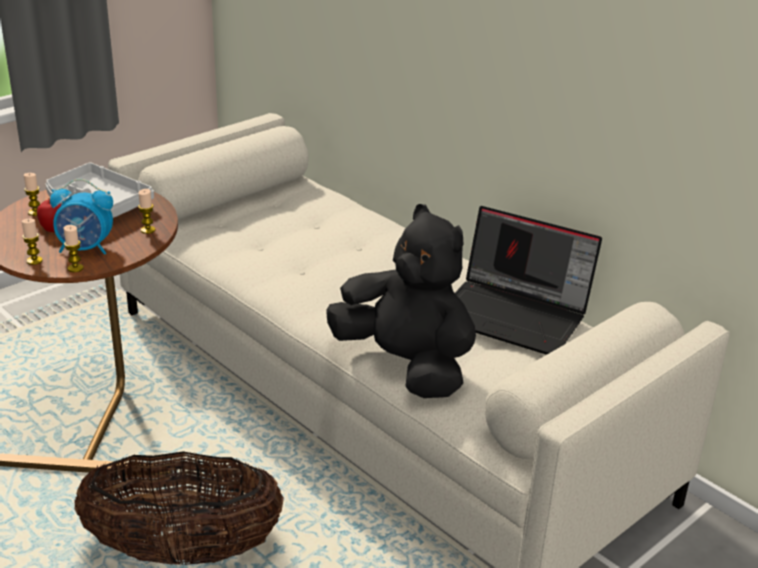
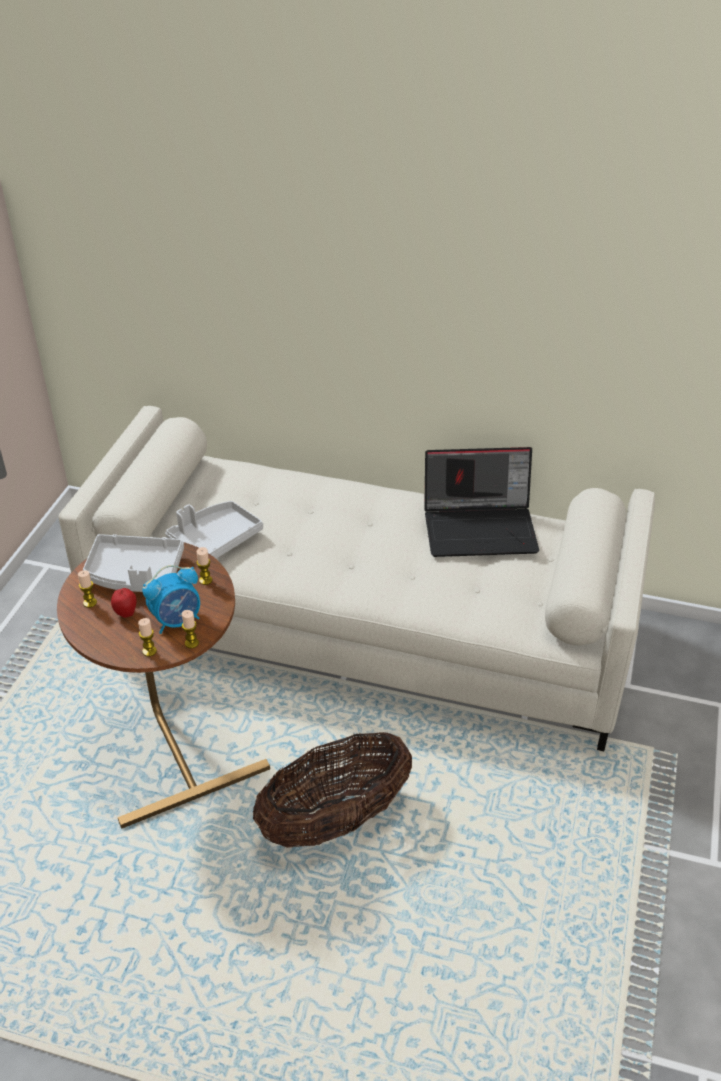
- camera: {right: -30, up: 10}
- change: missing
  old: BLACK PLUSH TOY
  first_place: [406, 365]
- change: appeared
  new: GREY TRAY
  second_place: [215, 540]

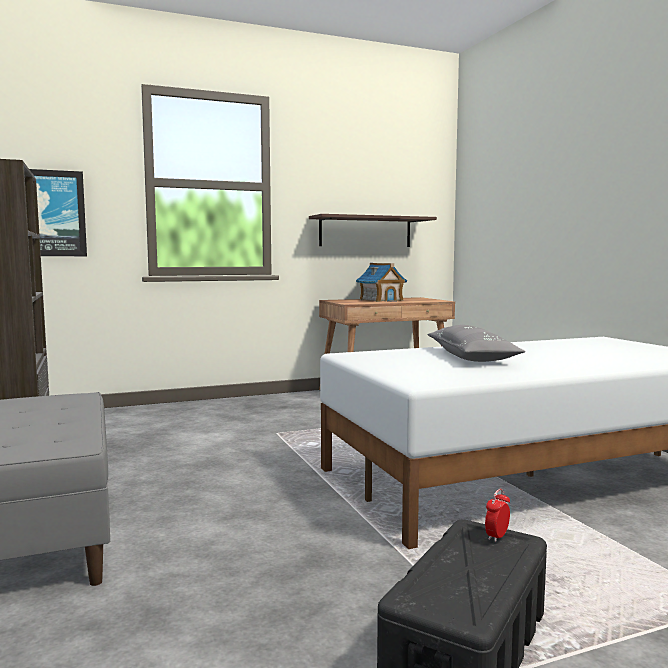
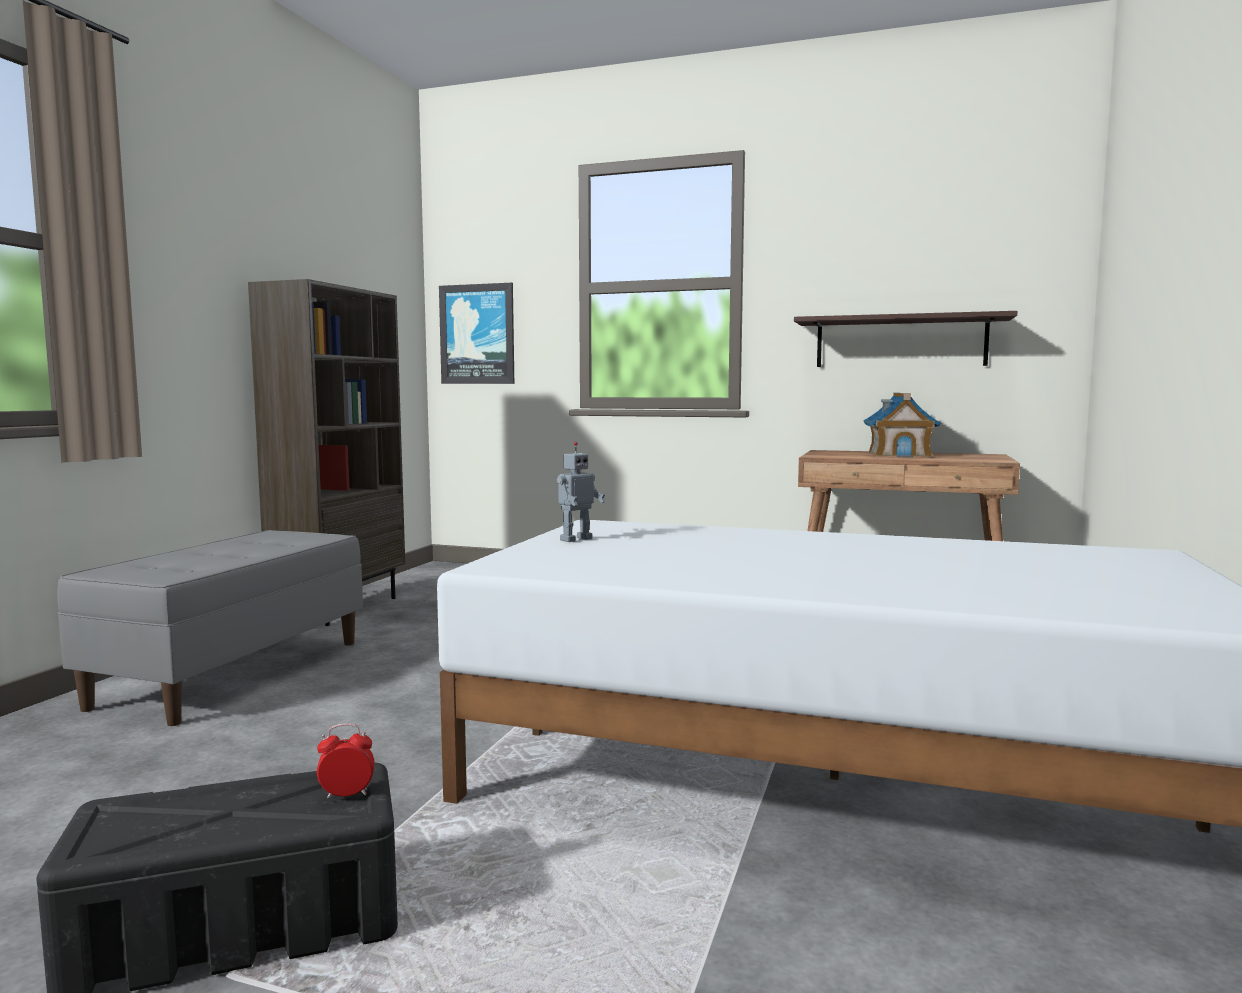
- camera: {right: 40, up: 0}
- change: missing
  old: GREY PILLOW
  first_place: [471, 357]
- change: appeared
  new: TOY ROBOT
  second_place: [575, 539]

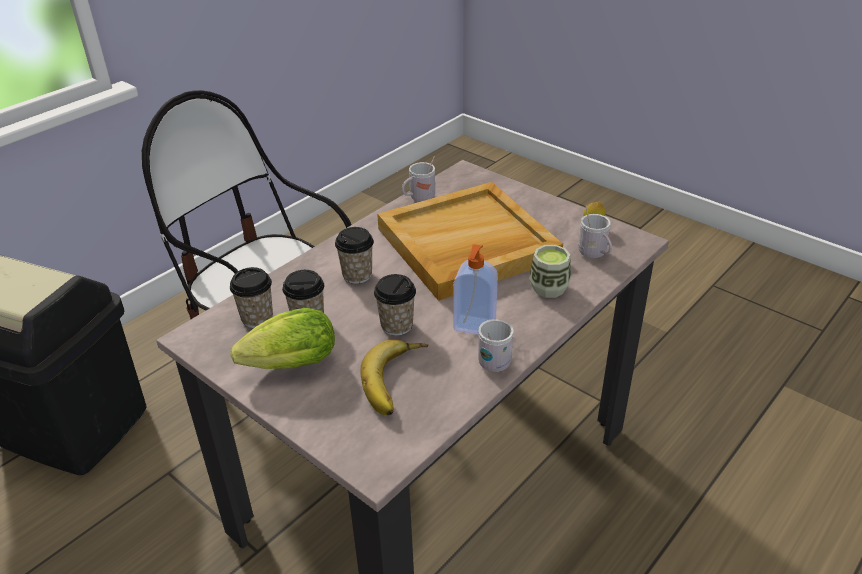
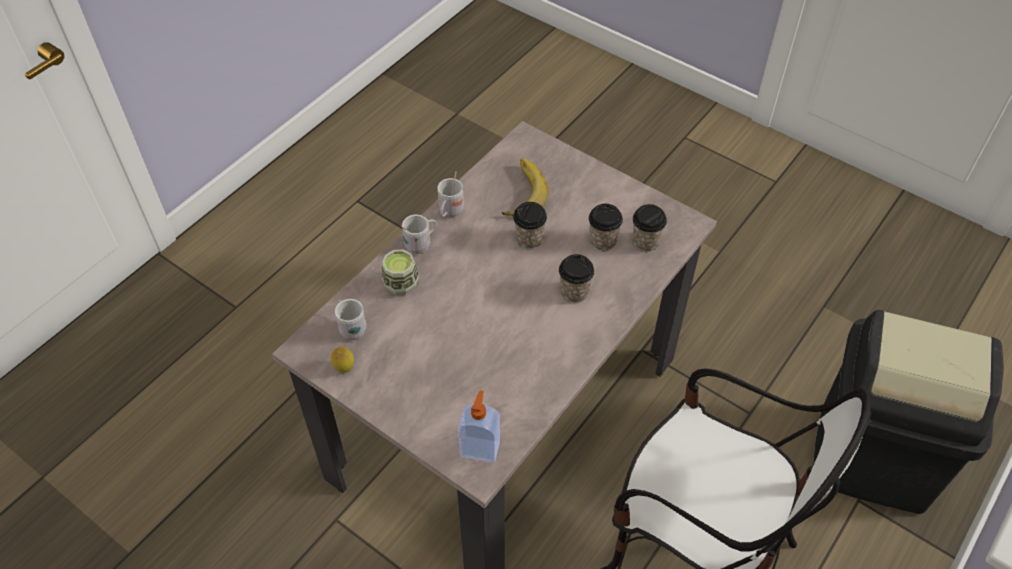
- camera: {right: 175, up: 15}
- change: missing
  old: LETTUCE
  first_place: [286, 366]
- change: missing
  old: BEIGE TRAY
  first_place: [466, 245]
- change: relocated
  old: WHITE MUG
  first_place: [419, 199]
  second_place: [421, 244]
- change: relocated
  old: SOAP DISPENSER
  first_place: [474, 326]
  second_place: [480, 448]

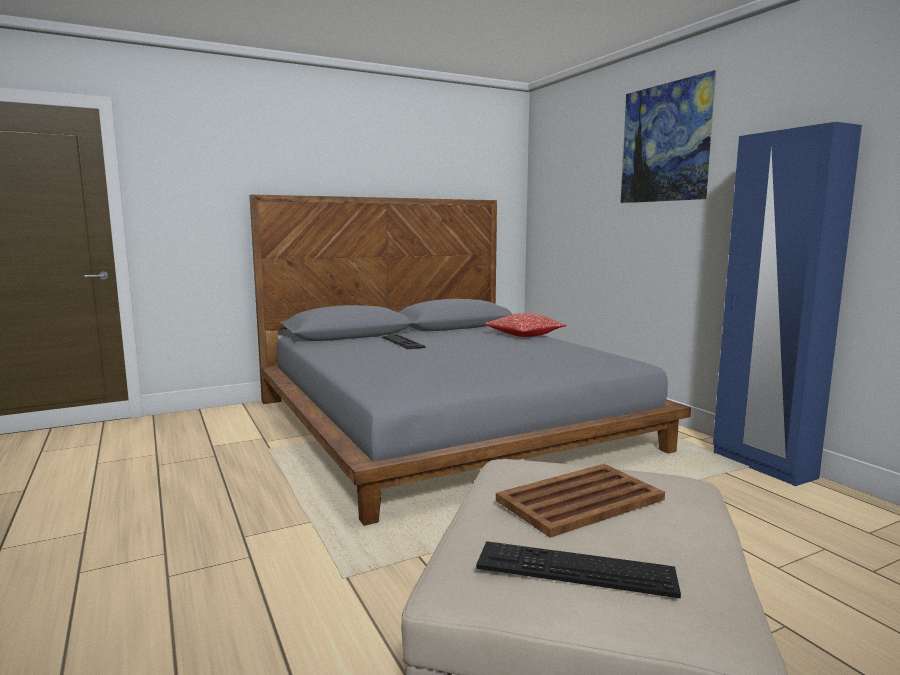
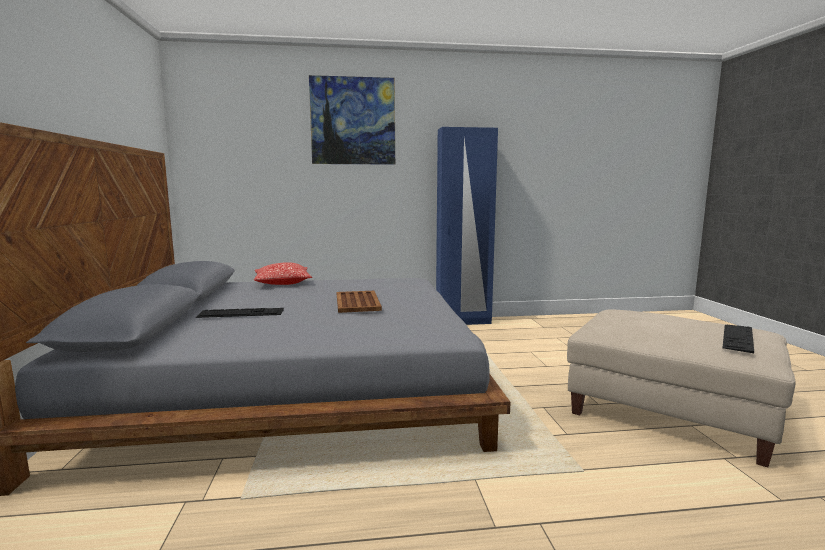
- camera: {right: -70, up: 0}
- change: relocated
  old: BROWN TRAY
  first_place: [578, 500]
  second_place: [357, 302]

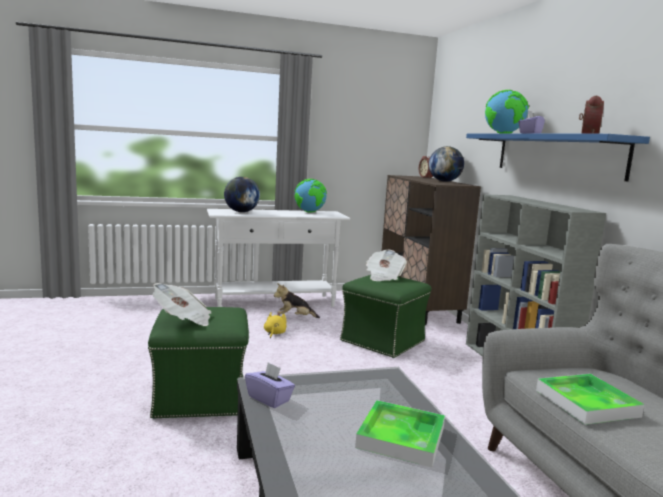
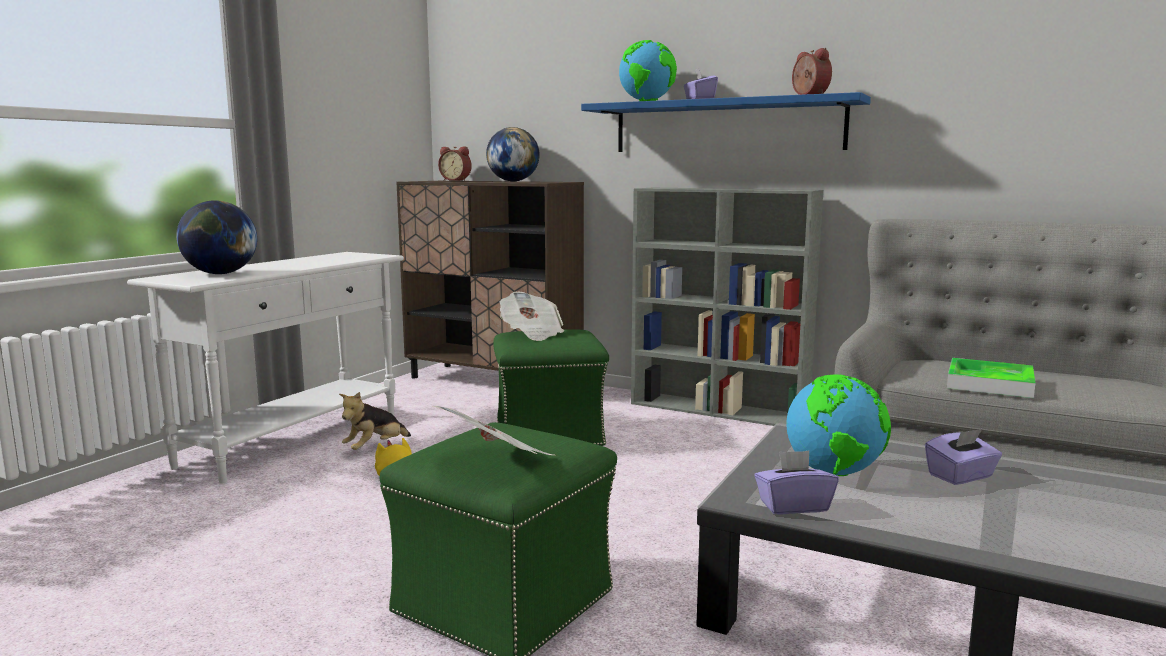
- camera: {right: -45, up: 0}
- change: relocated
  old: GLOBE
  first_place: [310, 212]
  second_place: [834, 473]
- change: exchanged
  old: TRAY
  new: PURPLE TISSUE BOX
  first_place: [401, 437]
  second_place: [961, 476]

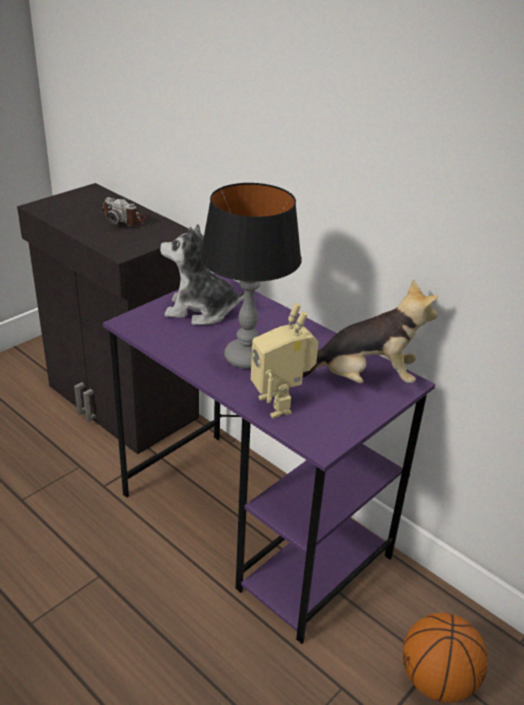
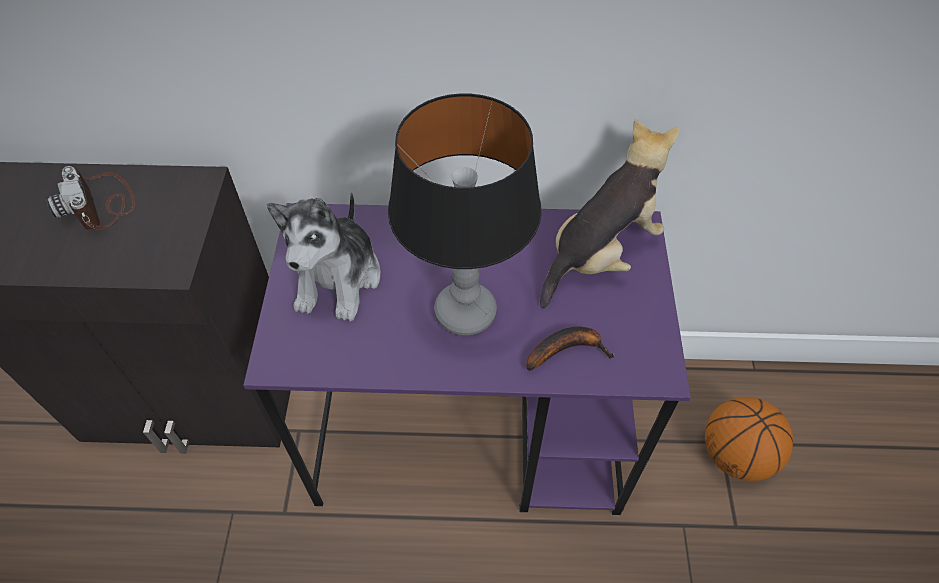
- camera: {right: -40, up: 20}
- change: spun
  old: PHOTO CAMERA
  first_place: [125, 219]
  second_place: [101, 204]
  degrees: 75
- change: spun
  old: PLUSH TOY
  first_place: [201, 311]
  second_place: [338, 279]
  degrees: -45
- change: exchanged
  old: TOY ROBOT
  new: BANANA
  first_place: [281, 403]
  second_place: [567, 349]

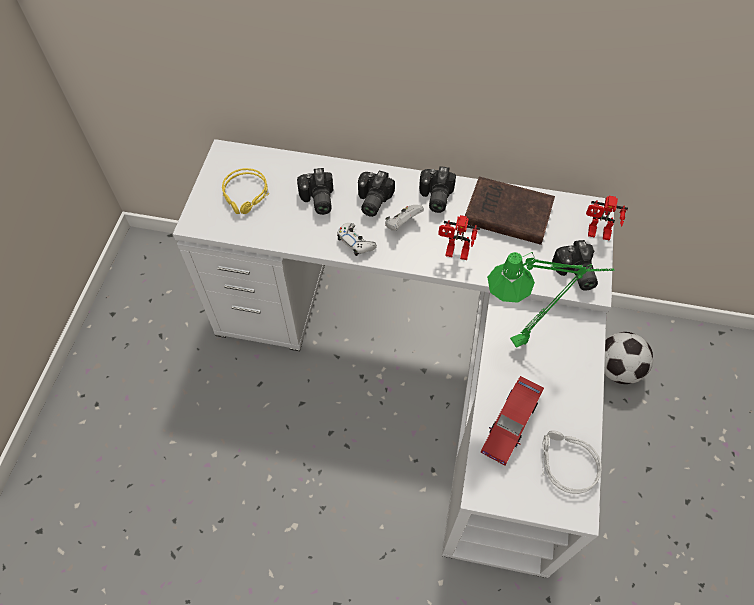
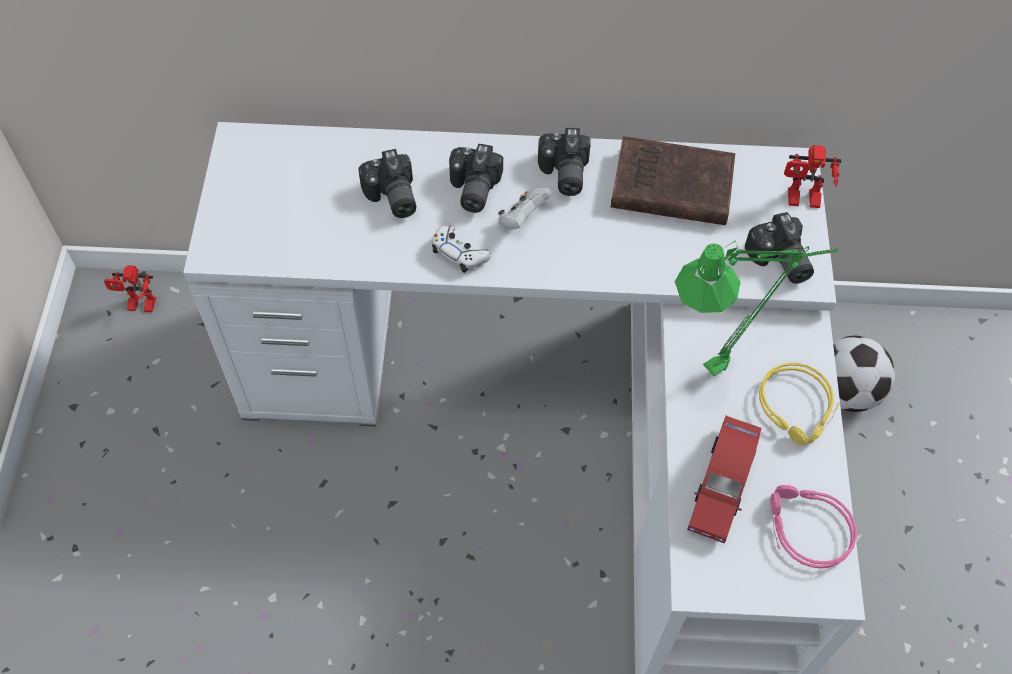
- camera: {right: -10, up: 0}
- change: relocated
  old: YELLOW HEADPHONES
  first_place: [246, 195]
  second_place: [798, 408]
- change: relocated
  old: TOY ROBOT
  first_place: [455, 254]
  second_place: [139, 307]
- change: colour
  old: GREY HEADPHONES
  new: PINK HEADPHONES
  first_place: [565, 464]
  second_place: [805, 529]

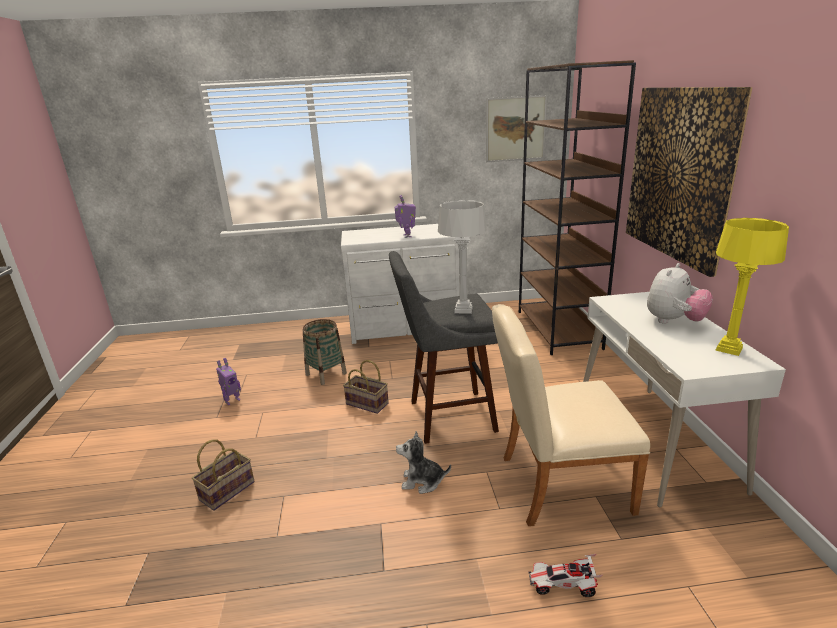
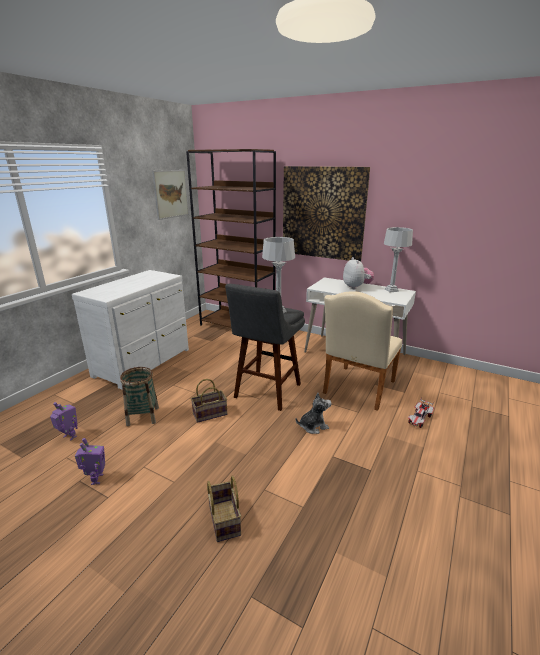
- camera: {right: -55, up: 0}
- change: relocated
  old: TOY ROBOT
  first_place: [406, 236]
  second_place: [69, 437]
- change: spun
  old: PLUSH TOY
  first_place: [422, 481]
  second_place: [313, 426]
  degrees: -150
- change: colour
  old: YELLOW TABLE LAMP
  new: GREY TABLE LAMP
  first_place: [729, 349]
  second_place: [391, 290]

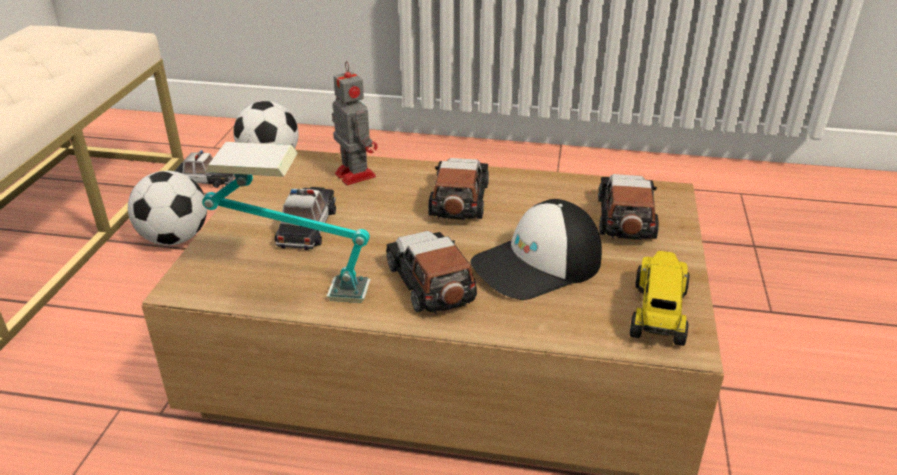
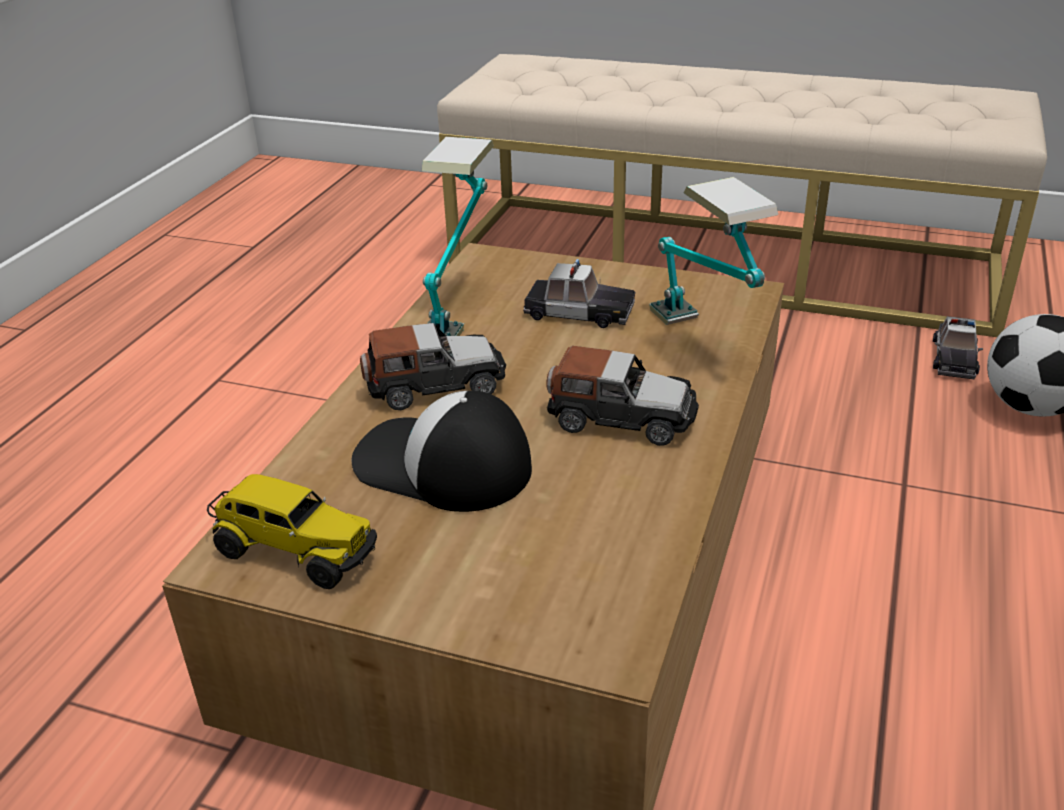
- camera: {right: 100, up: 0}
- change: missing
  old: FOOTBALL
  first_place: [175, 239]
- change: exchanged
  old: TOY ROBOT
  new: TABLE LAMP
  first_place: [354, 174]
  second_place: [703, 340]
- change: spun
  old: CAP
  first_place: [537, 265]
  second_place: [442, 465]
  degrees: -45
- change: missing
  old: TOY CAR
  first_place: [625, 218]

